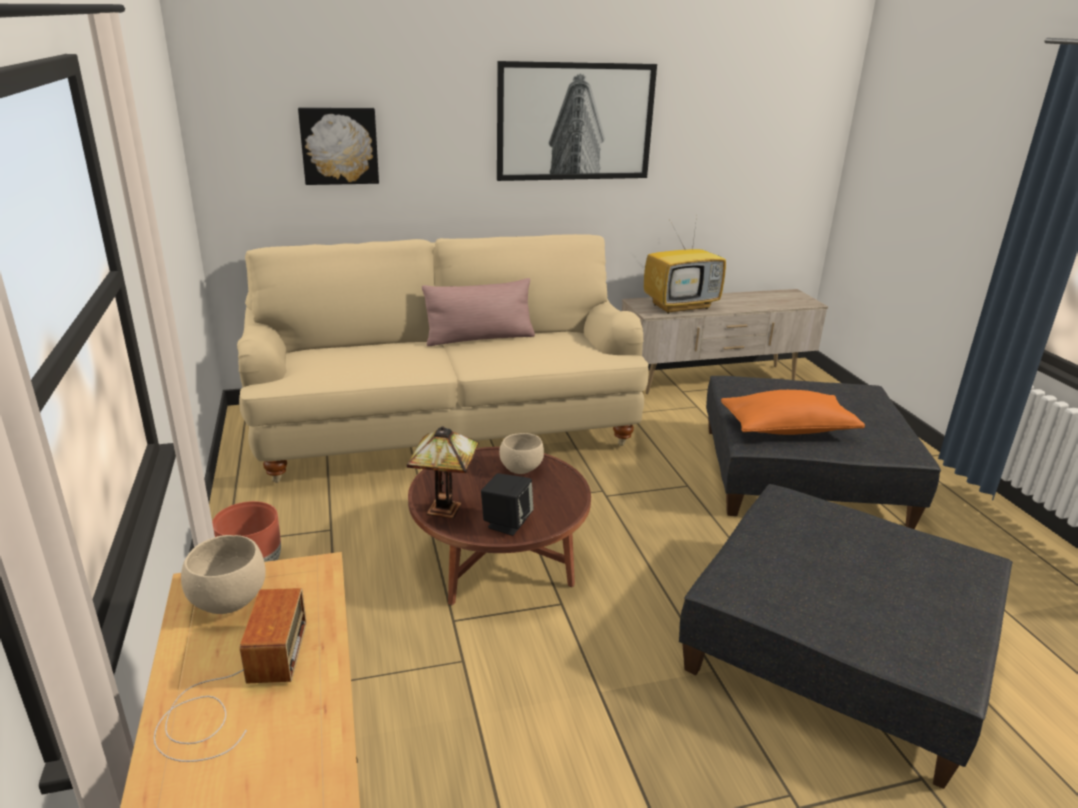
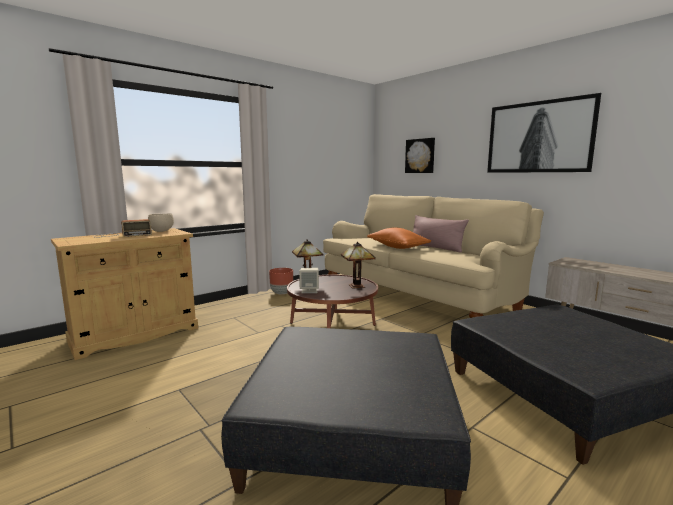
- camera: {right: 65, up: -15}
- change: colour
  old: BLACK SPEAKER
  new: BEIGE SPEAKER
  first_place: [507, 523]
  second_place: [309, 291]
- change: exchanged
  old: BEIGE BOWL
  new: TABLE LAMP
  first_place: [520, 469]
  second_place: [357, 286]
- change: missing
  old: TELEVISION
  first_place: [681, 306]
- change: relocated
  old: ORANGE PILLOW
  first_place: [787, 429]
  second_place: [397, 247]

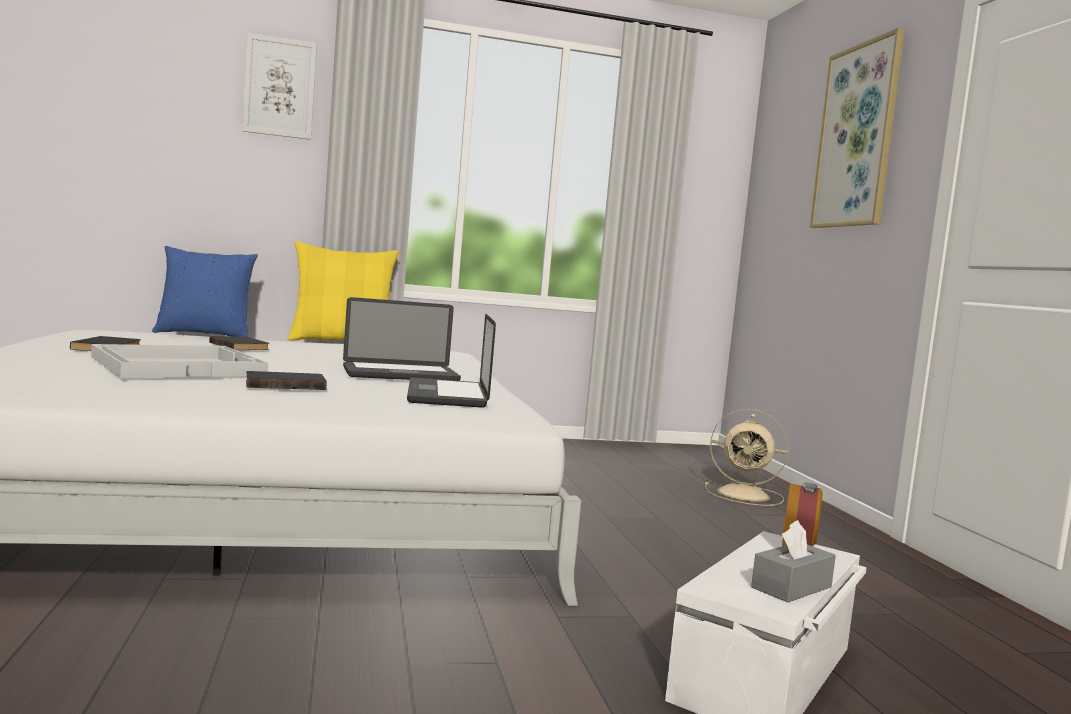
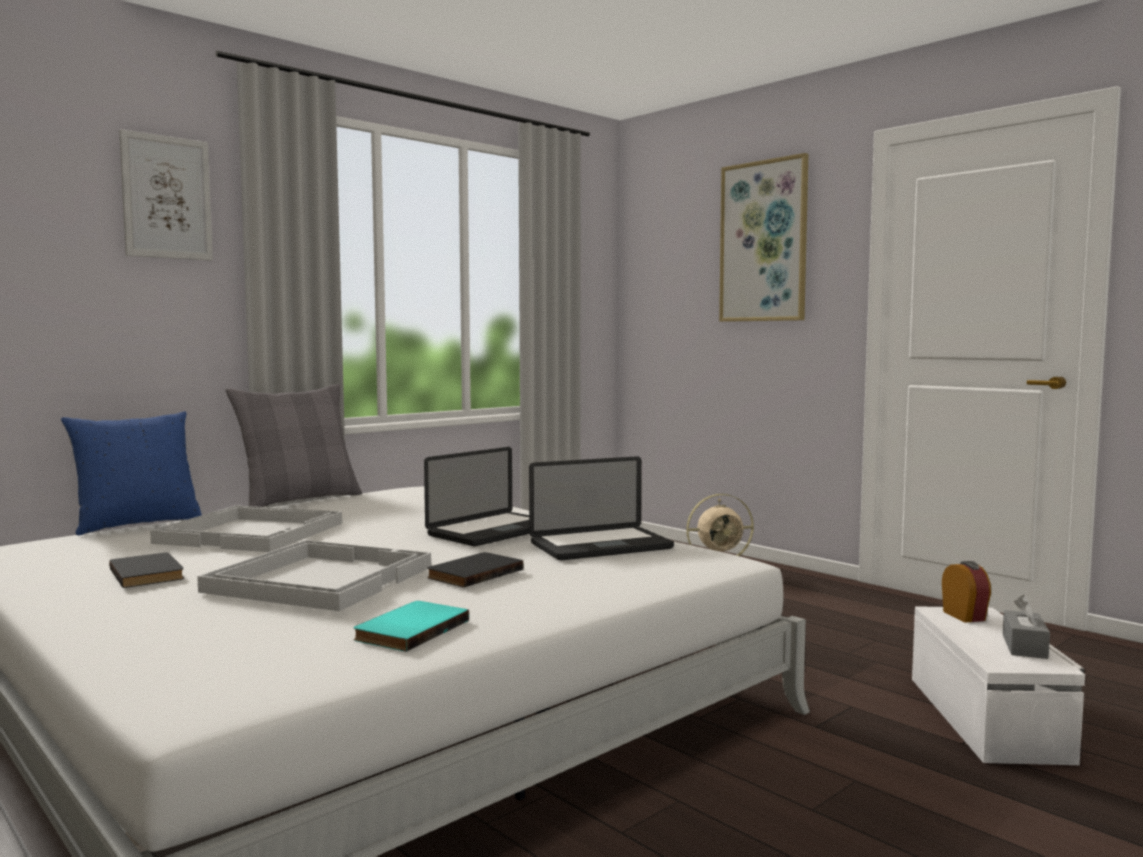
- camera: {right: -30, up: 0}
- change: exchanged
  old: BLACK BOOK
  new: WHITE TRAY
  first_place: [241, 346]
  second_place: [253, 532]
- change: colour
  old: YELLOW PILLOW
  new: GREY PILLOW
  first_place: [341, 342]
  second_place: [299, 500]
- change: spun
  old: LAPTOP
  first_place: [447, 395]
  second_place: [601, 546]
  degrees: -75
- change: appeared
  new: TURQUOISE BOOK
  second_place: [409, 629]

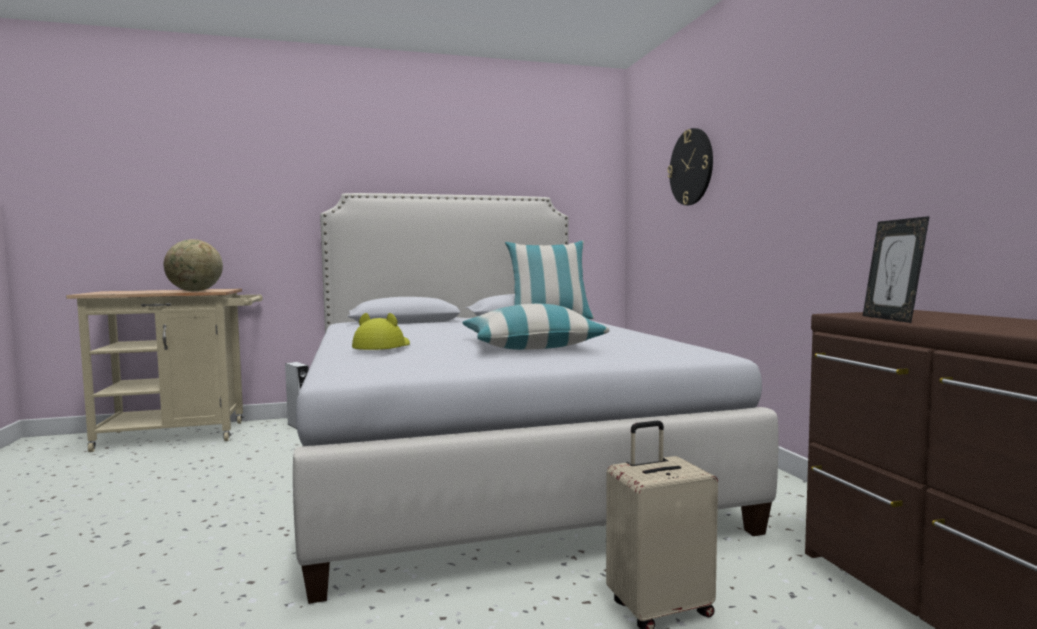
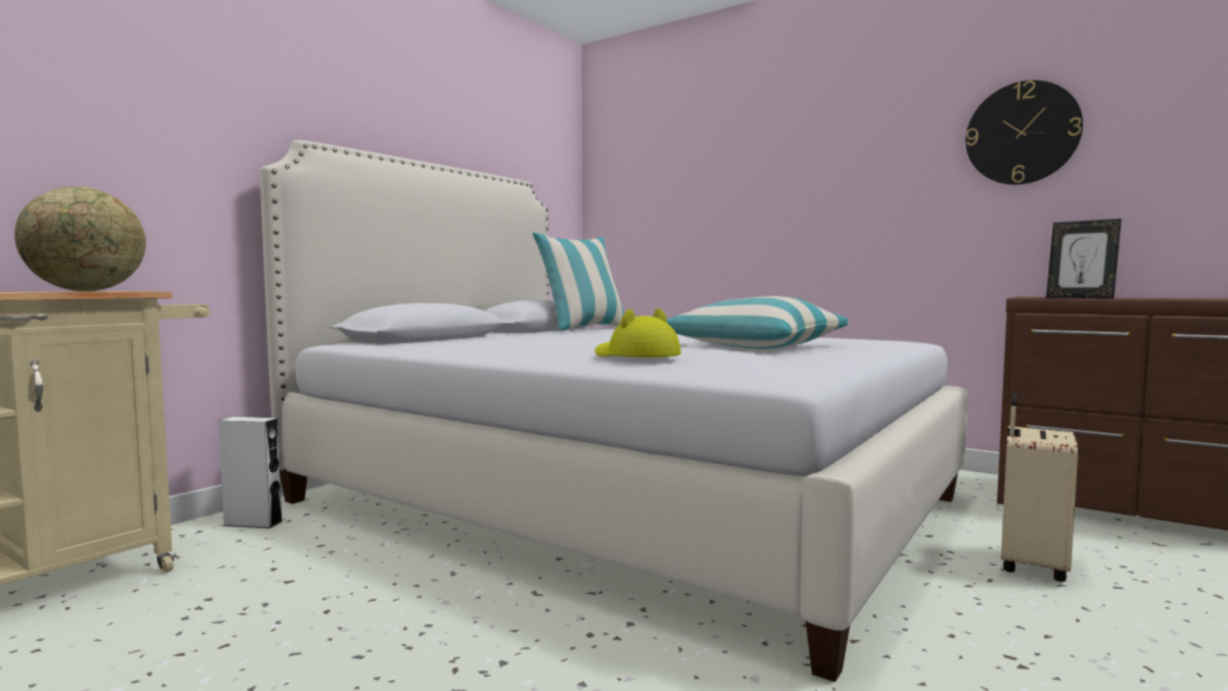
- camera: {right: -40, up: 0}
- change: relocated
  old: WALL CLOCK
  first_place: [691, 167]
  second_place: [1022, 133]

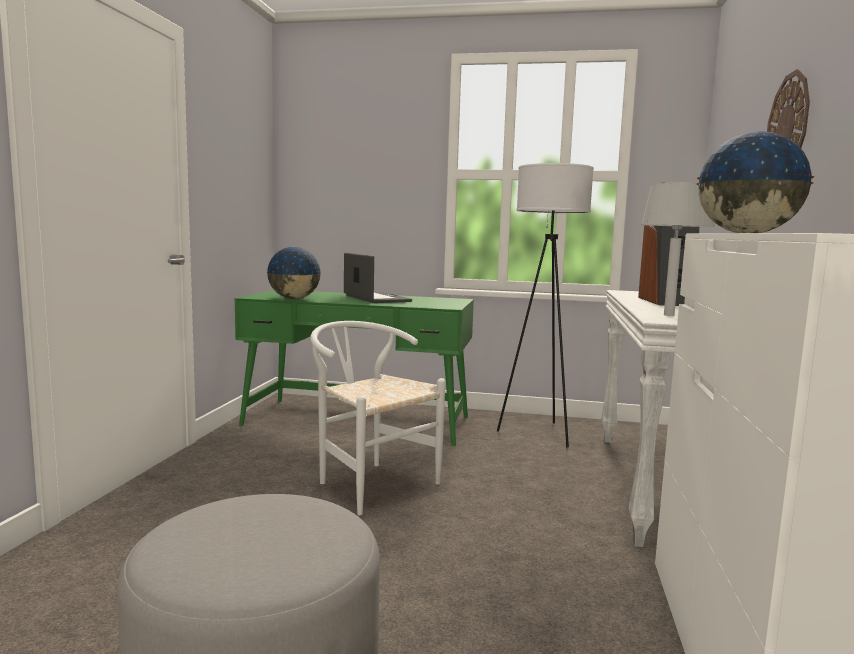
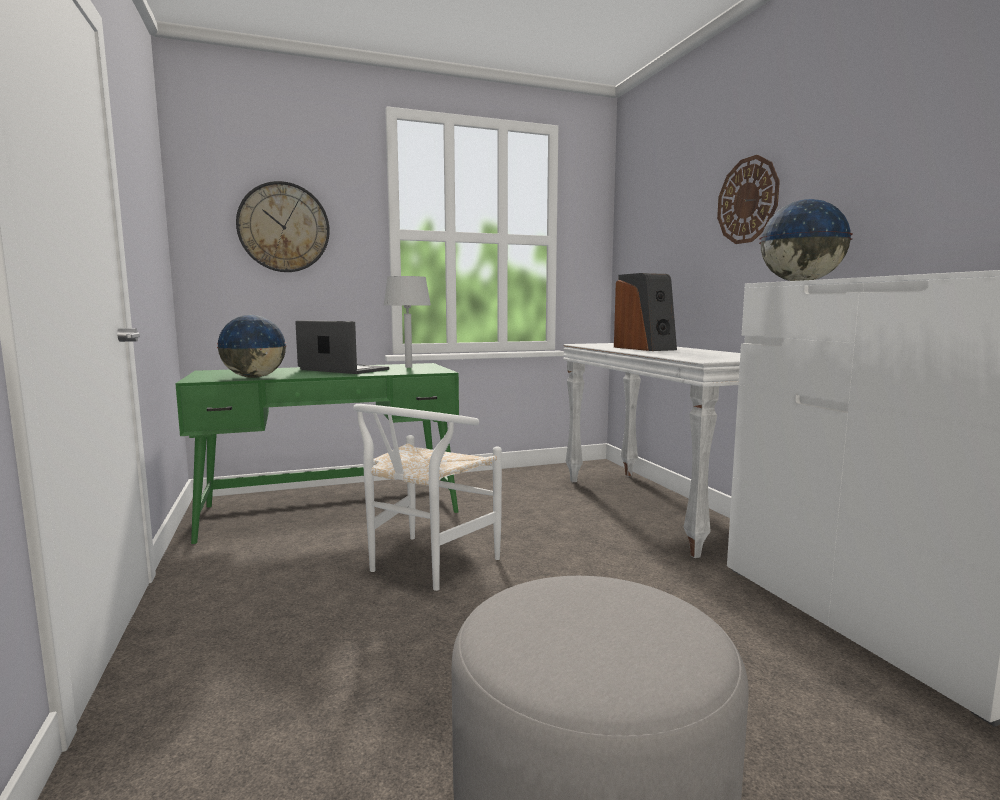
- camera: {right: -30, up: 0}
- change: spun
  old: WHITE CHAIR
  first_place: [369, 483]
  second_place: [424, 566]
  degrees: -75
- change: missing
  old: WHITE FLOOR LAMP
  first_place: [539, 434]
- change: relocated
  old: GREY TABLE LAMP
  first_place: [668, 315]
  second_place: [408, 367]
- change: appeared
  new: WALL CLOCK
  second_place: [283, 227]

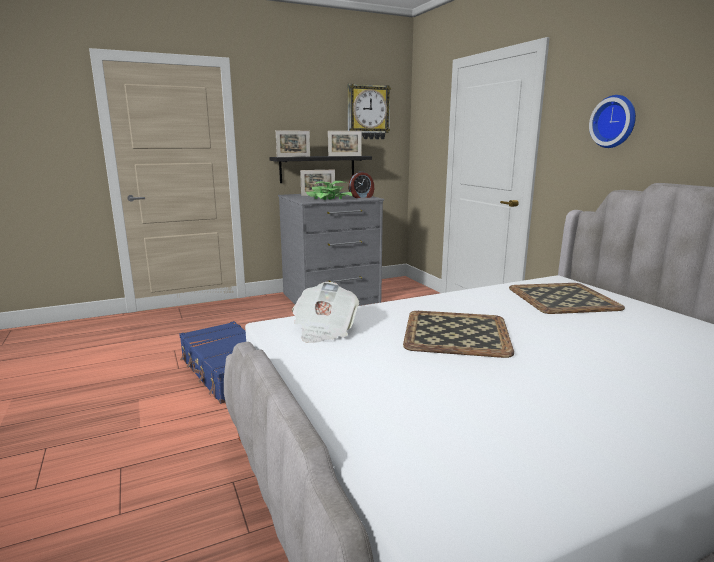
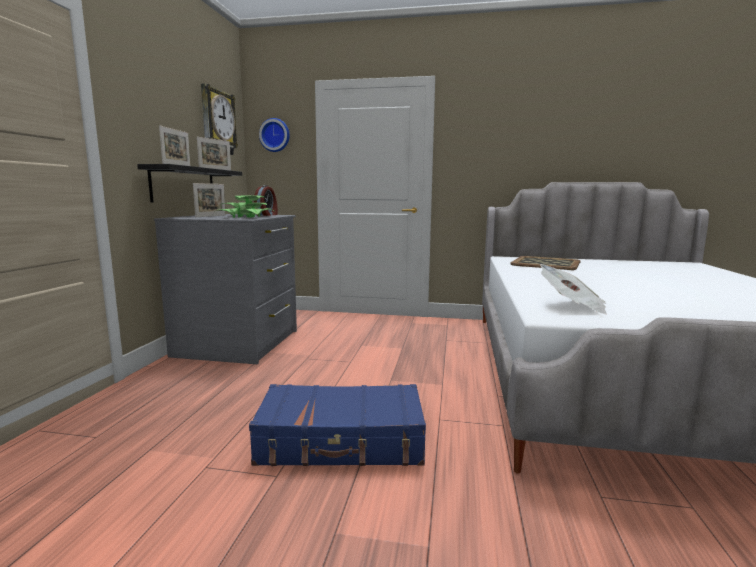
- camera: {right: -55, up: -5}
- change: missing
  old: TRAY
  first_place: [455, 333]
- change: relocated
  old: WALL CLOCK
  first_place: [615, 121]
  second_place: [275, 135]

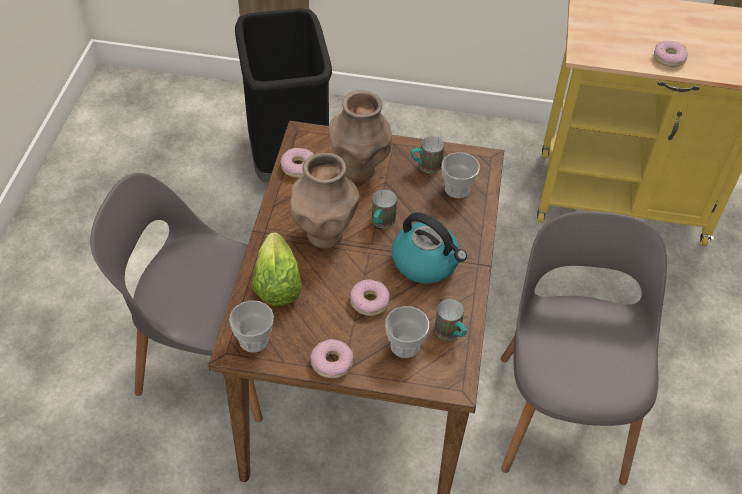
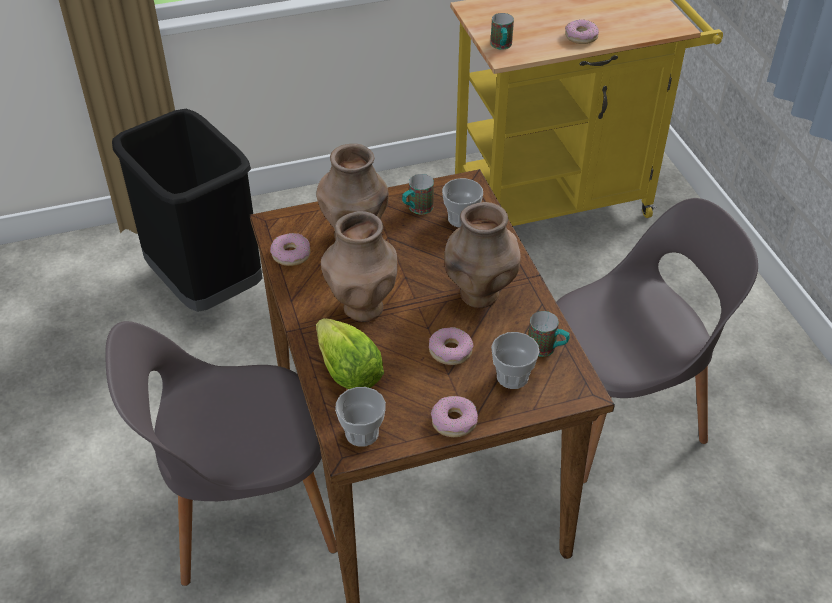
- camera: {right: -25, up: -5}
- change: relocated
  old: MUG
  first_place: [381, 223]
  second_place: [501, 46]
- change: exchanged
  old: KETTLE
  new: BROWN VASE
  first_place: [426, 262]
  second_place: [479, 295]
- change: spun
  old: GREY CHAIR
  first_place: [562, 412]
  second_place: [619, 413]
  degrees: 90

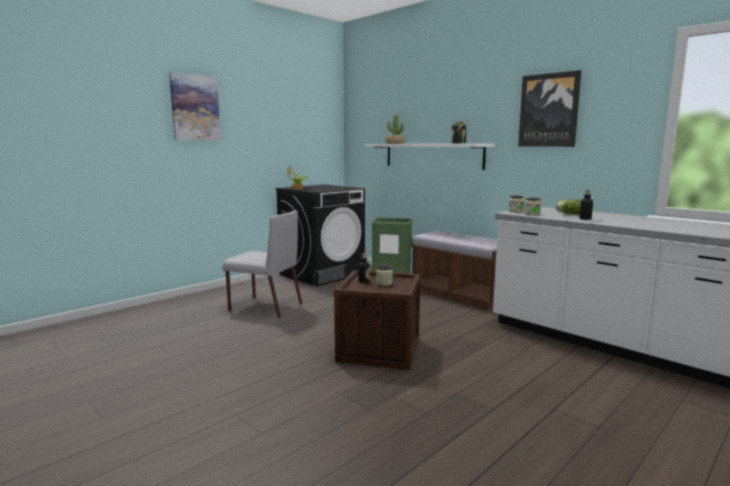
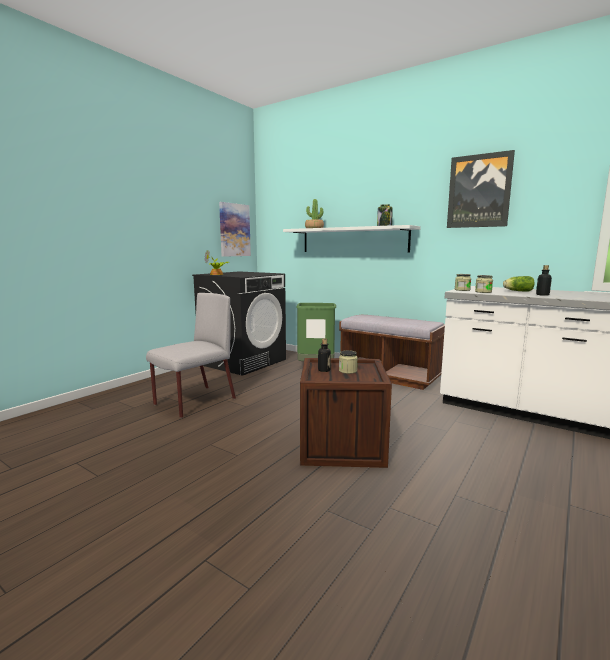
- camera: {right: -10, up: 0}
- change: relocated
  old: PICTURE
  first_place: [195, 107]
  second_place: [234, 230]
- change: spun
  old: GREY CHAIR
  first_place: [264, 307]
  second_place: [194, 402]
  degrees: -60

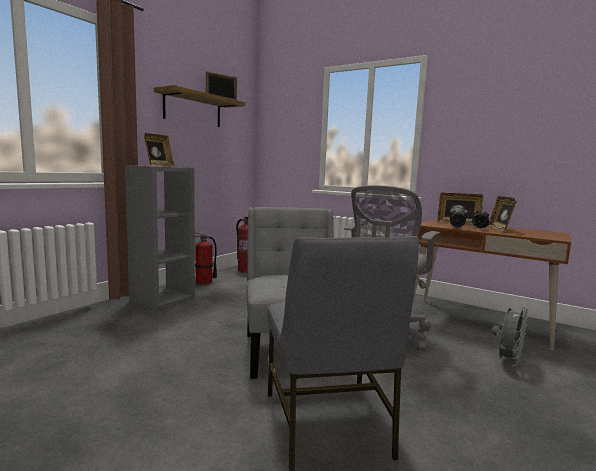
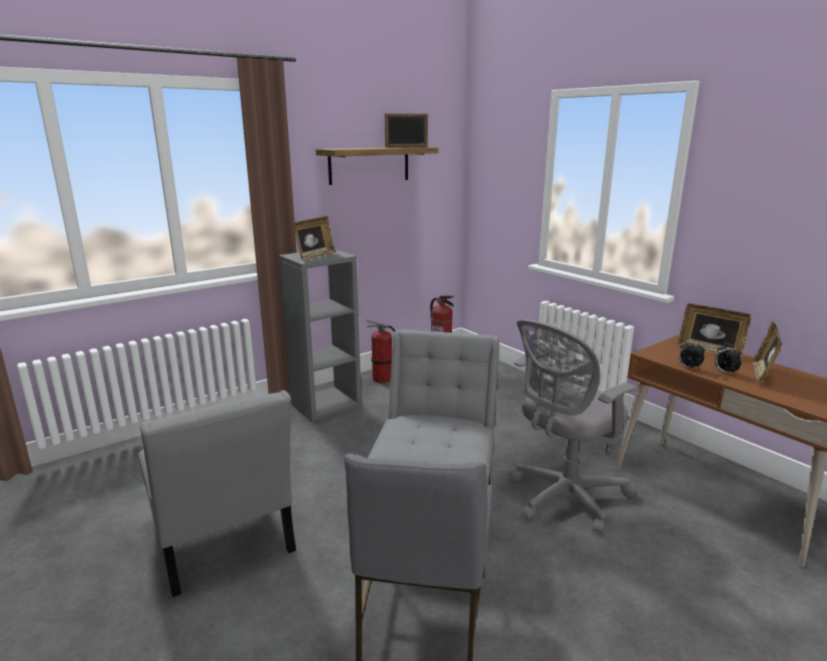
- camera: {right: 20, up: 10}
- change: missing
  old: GREY FAN
  first_place: [507, 361]
- change: appeared
  new: GREY CHAIR
  second_place: [224, 543]

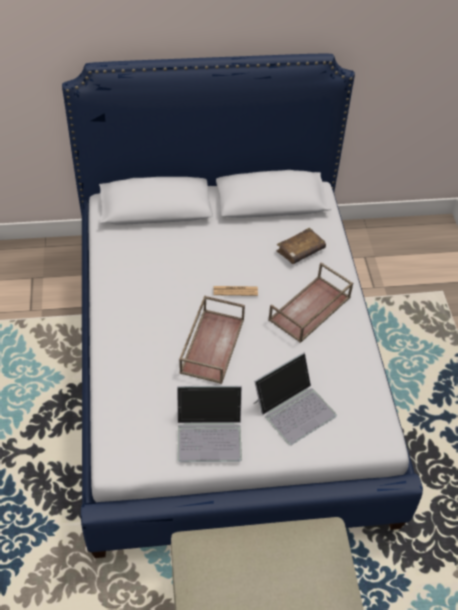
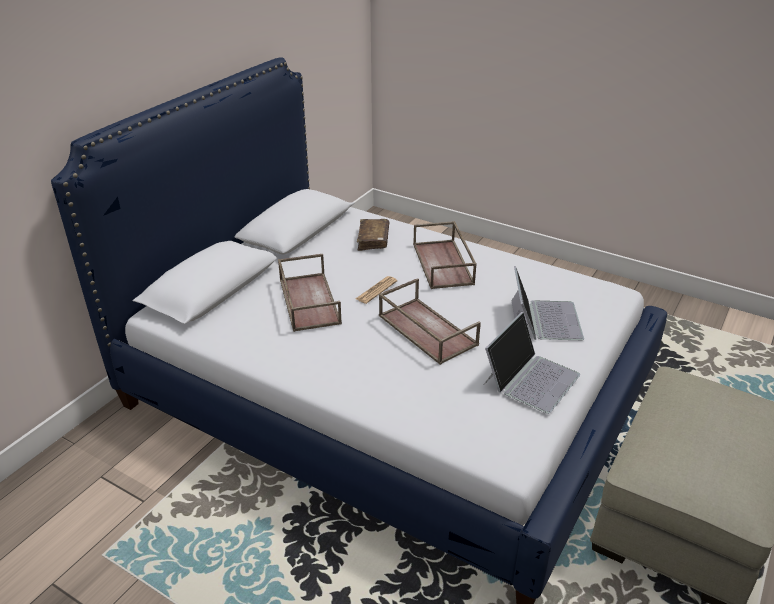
- camera: {right: -50, up: -15}
- change: appeared
  new: BROWN TRAY
  second_place: [308, 301]

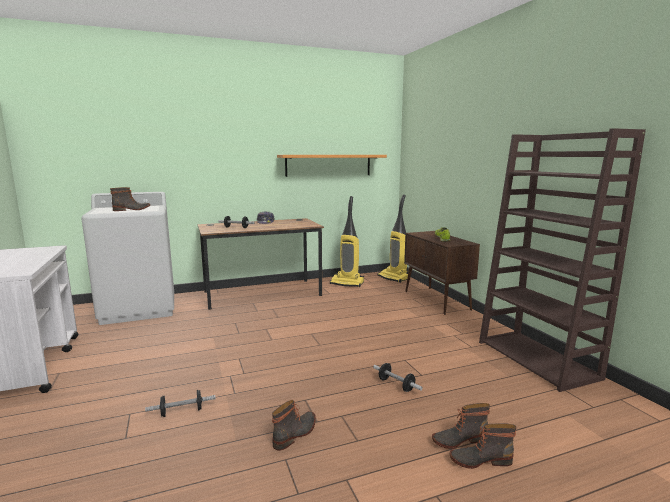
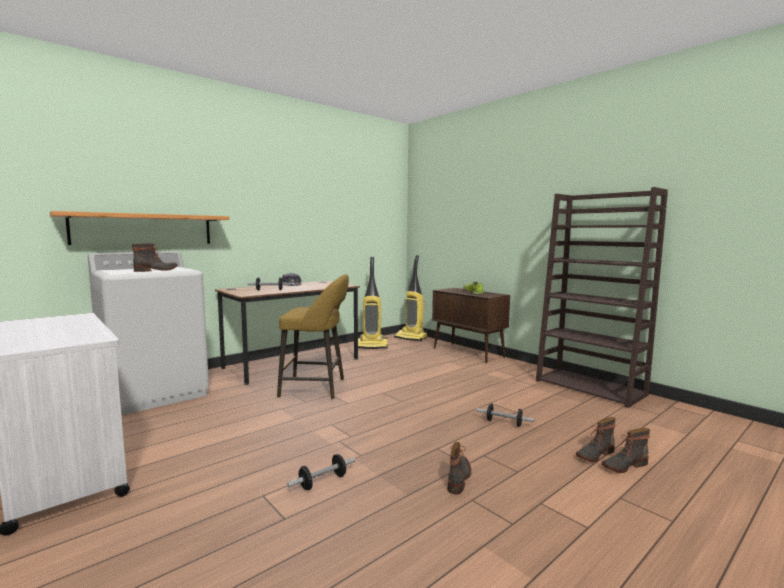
- camera: {right: -20, up: -5}
- change: relocated
  old: SHELF
  first_place: [328, 165]
  second_place: [144, 229]
- change: appeared
  new: YELLOW STOOL
  second_place: [317, 388]

